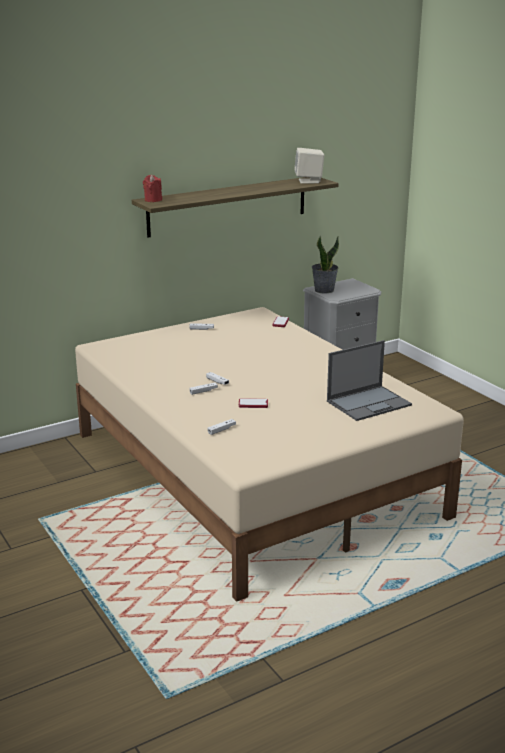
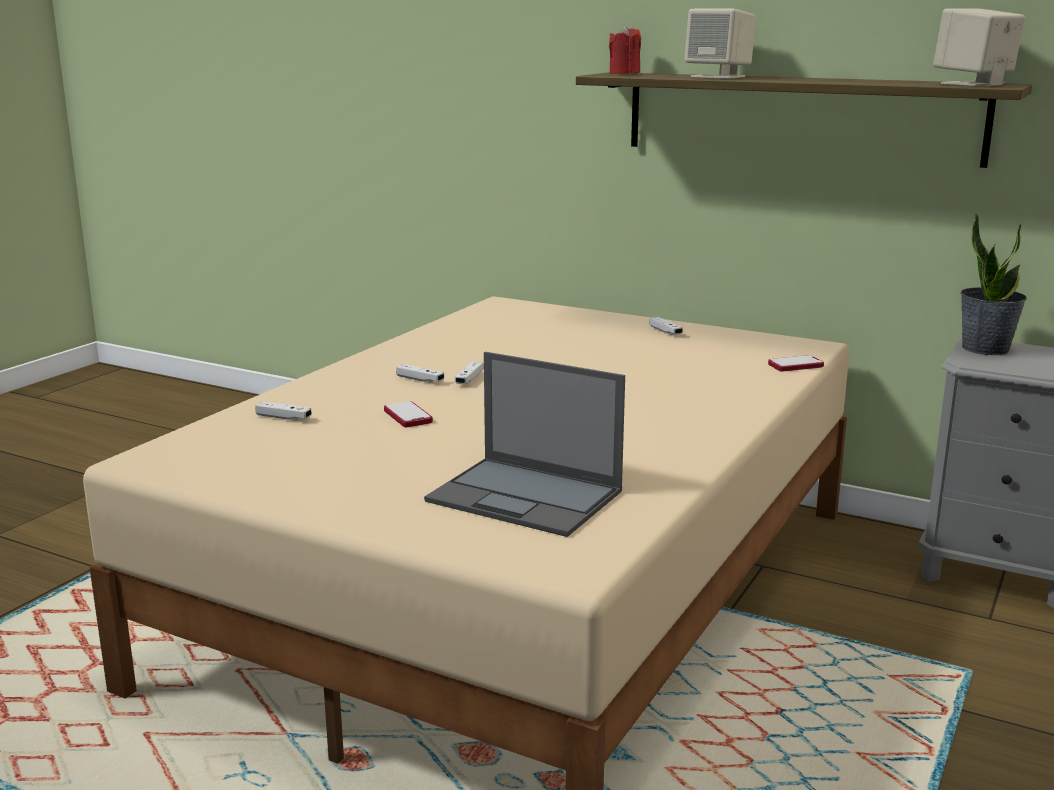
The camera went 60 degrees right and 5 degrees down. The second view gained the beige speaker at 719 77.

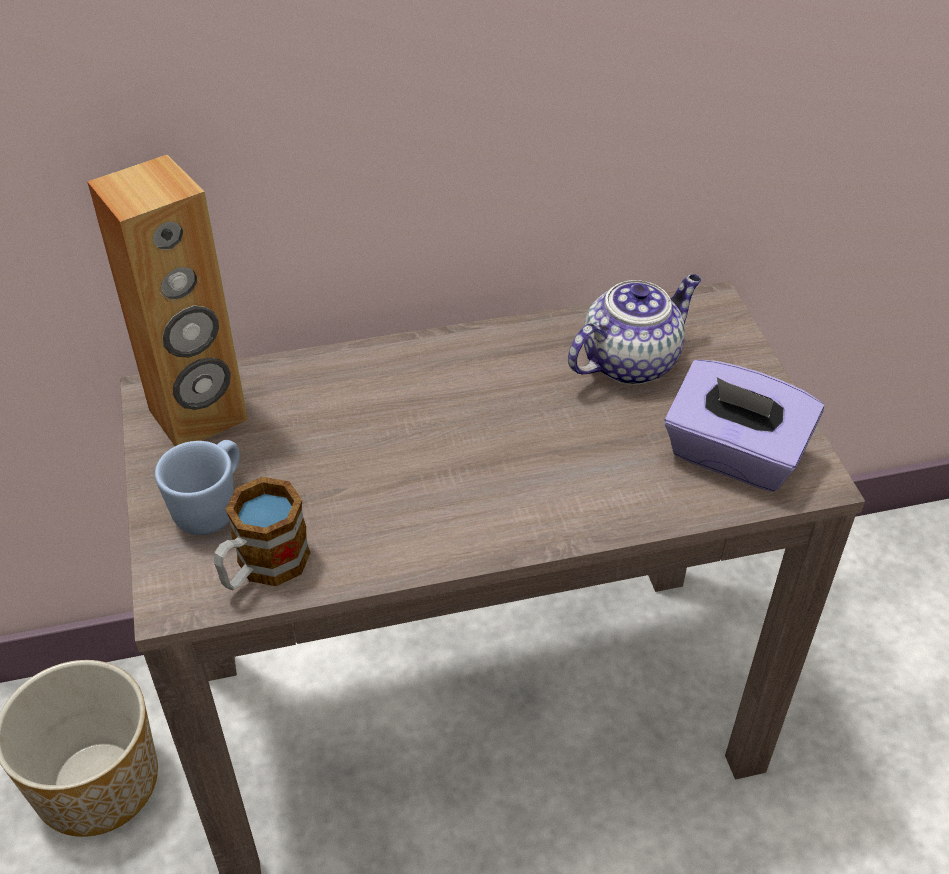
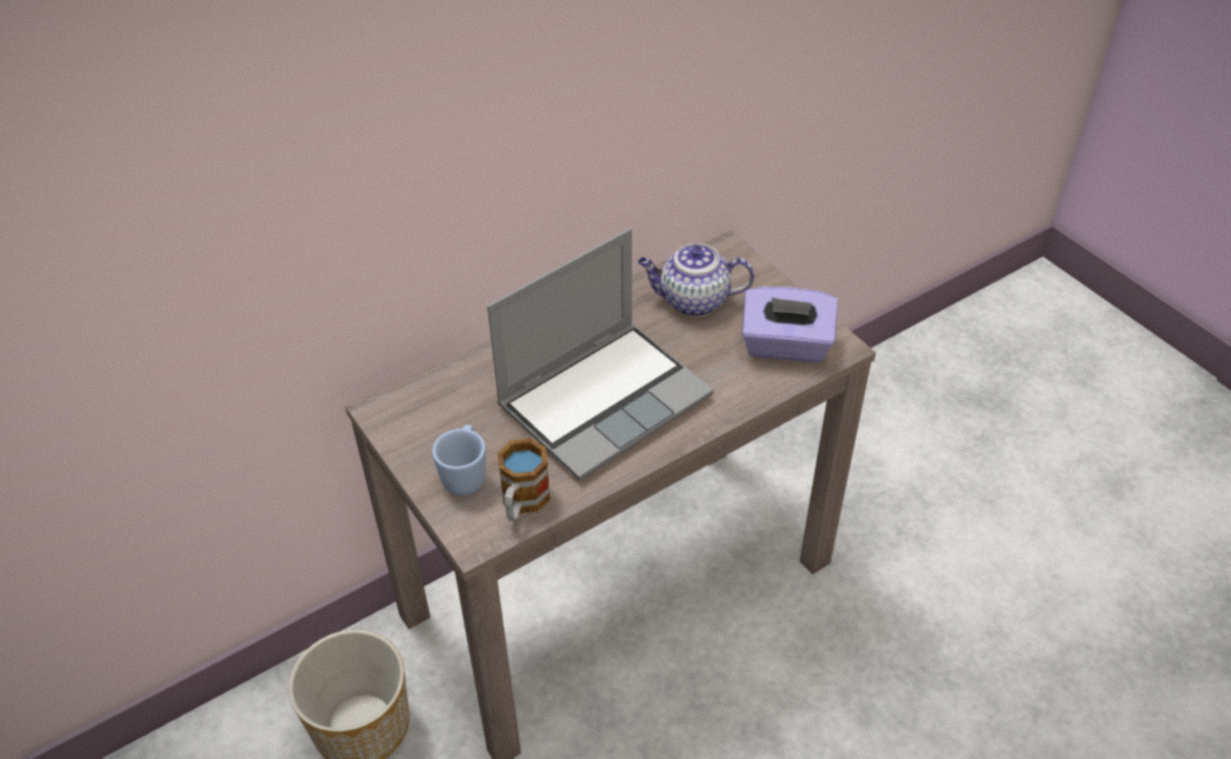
The camera went 20 degrees left and 0 degrees up. The second view lost the brown speaker at 199 416. The teapot at 631 361 ended up facing another way, 120 degrees counterclockwise from before. The second view gained the laptop at 605 399.

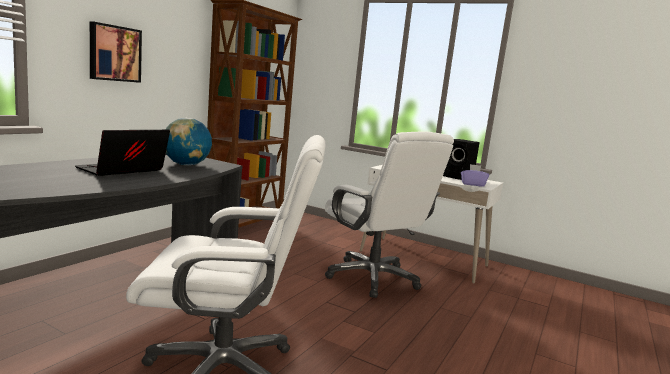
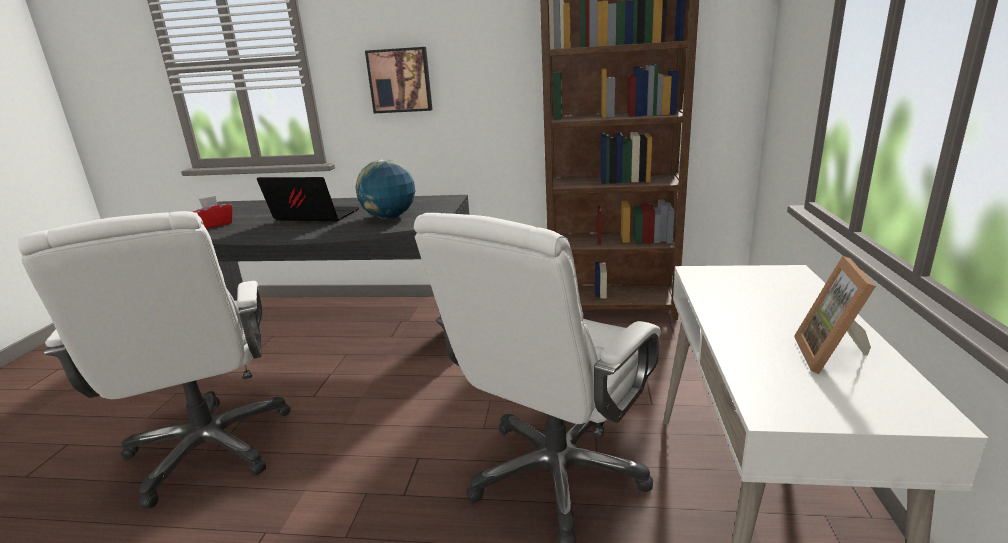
The camera went 70 degrees right and 10 degrees up. Where the black speaker stood at 459 177, the picture frame came to stand at 833 356. The second view lost the purple tissue box at 472 184. The second view gained the red tissue box at 214 225.

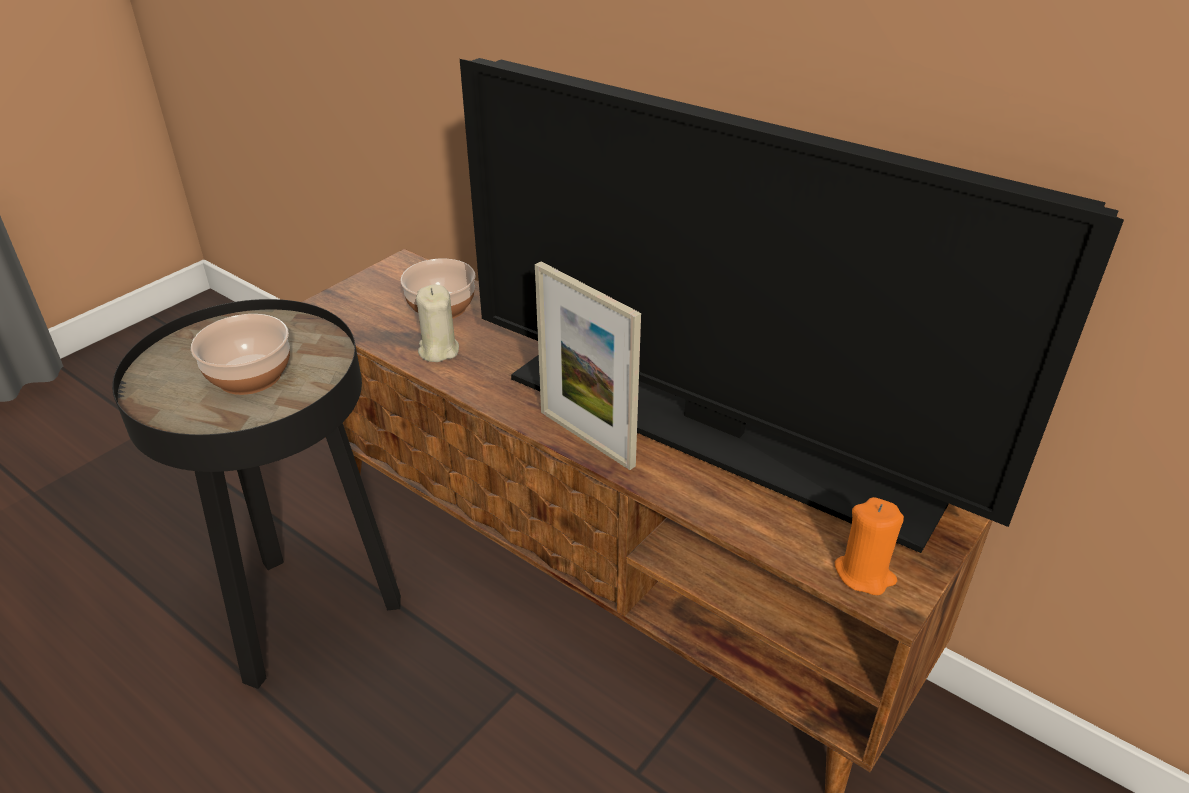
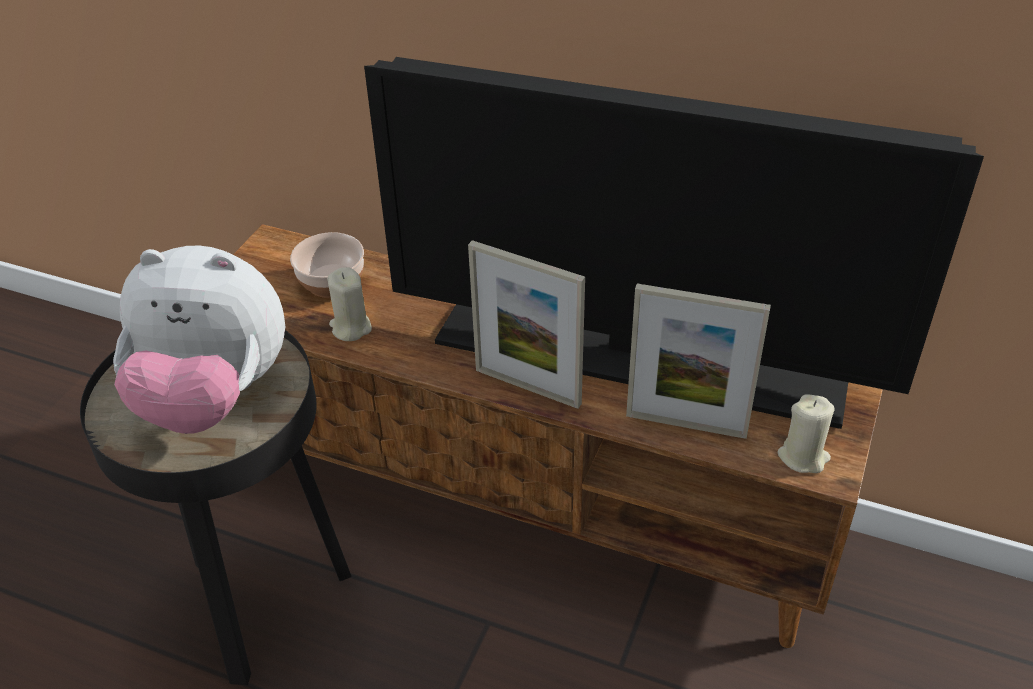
The camera went 15 degrees left and 5 degrees up. Where the bowl stood at 251 375, the plush toy came to stand at 214 398. What was the orange candle at 864 574 turned into the beige candle at 803 457. The second view gained the picture frame at 686 424.

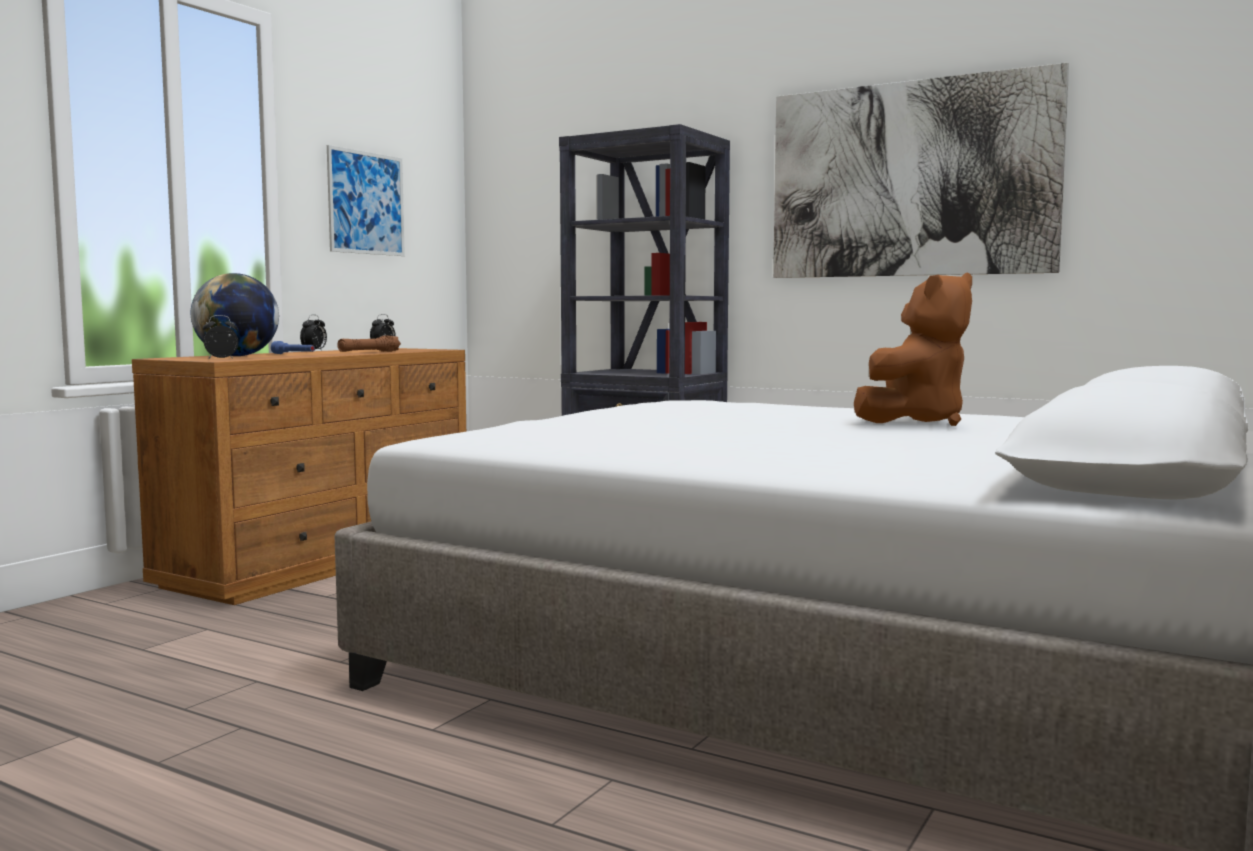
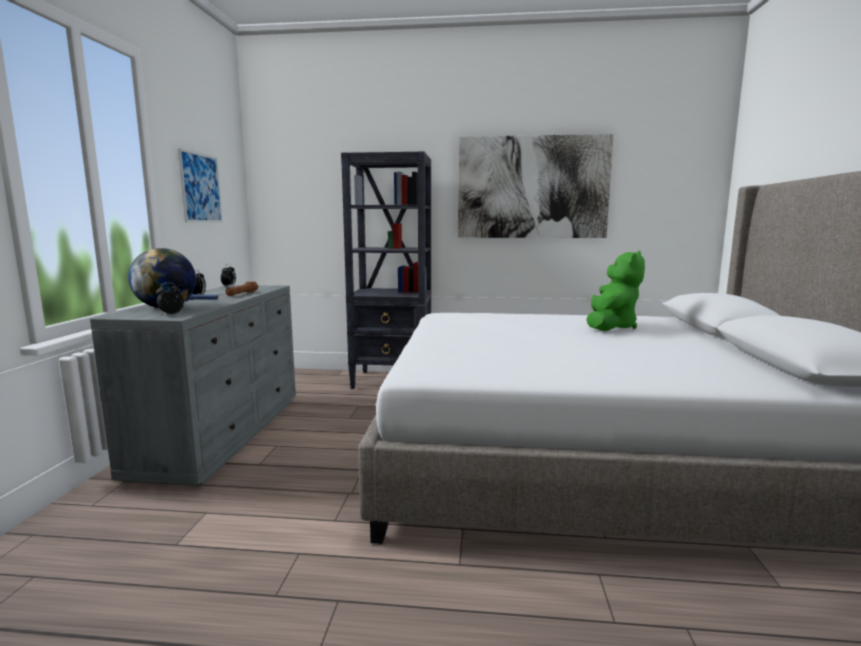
The camera went 25 degrees left and 5 degrees up. What was the brown dresser at 325 561 turned into the grey dresser at 223 433. What was the brown plush toy at 915 422 turned into the green plush toy at 610 327.

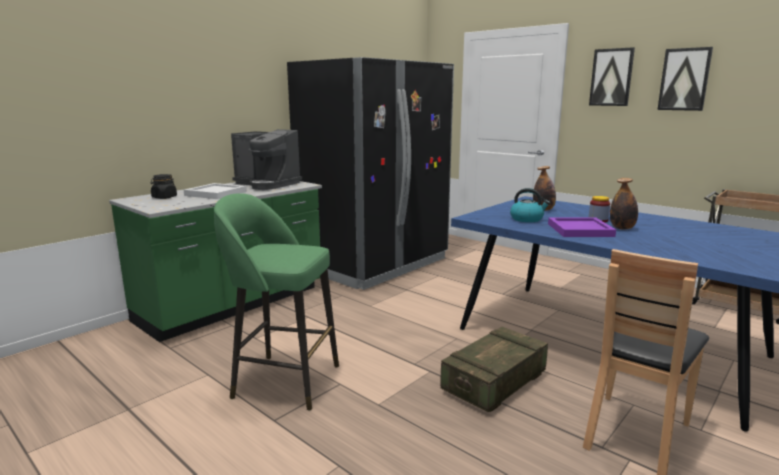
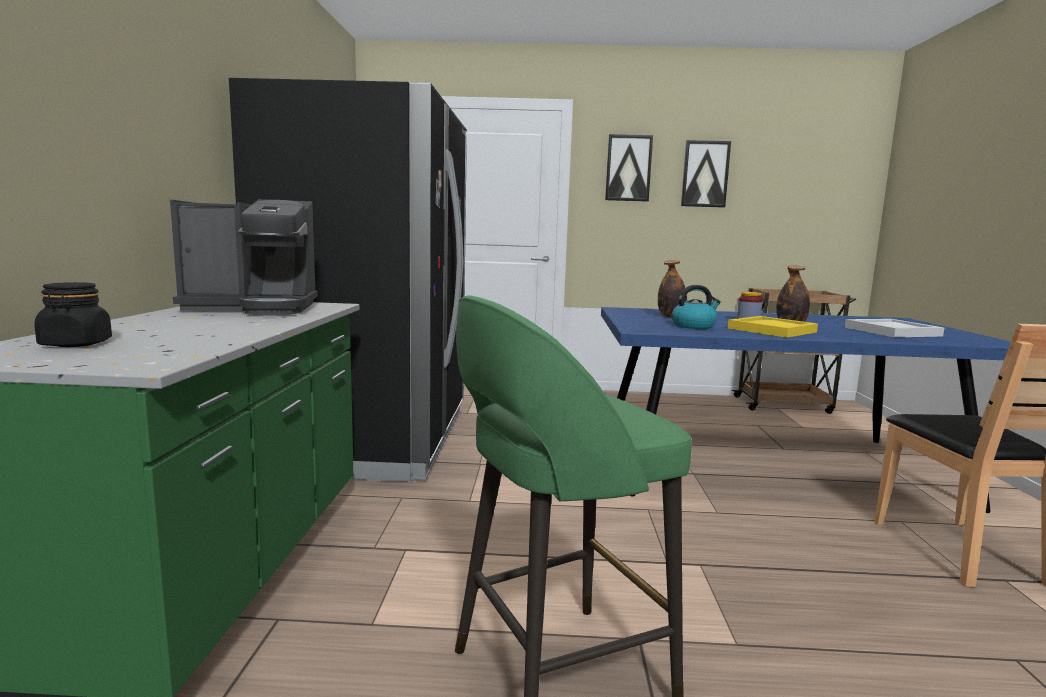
The camera went 40 degrees left and 5 degrees down. The white tray ended up elsewhere, having gone from 215 193 to 892 332. The second view lost the crate at 494 383. What was the purple tray at 580 230 turned into the yellow tray at 771 330.

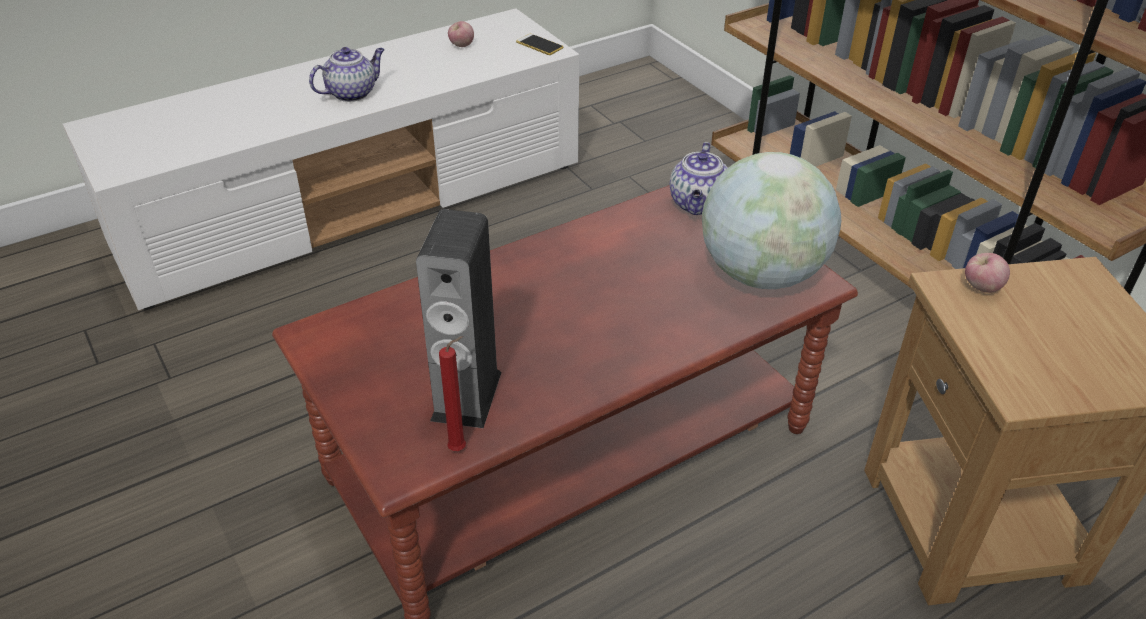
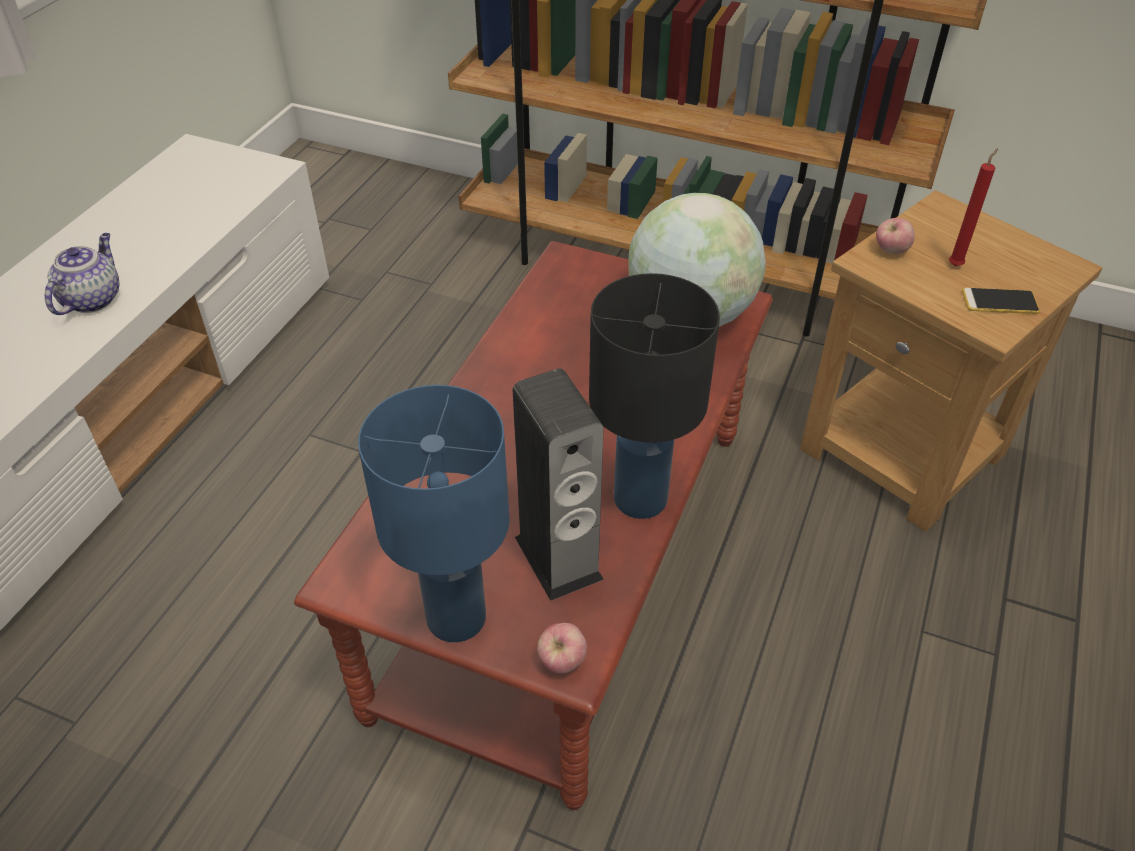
The camera went 35 degrees left and 5 degrees up. The red candle ended up elsewhere, having gone from 460 449 to 956 264. The apple ended up elsewhere, having gone from 461 46 to 562 661. The phone ended up elsewhere, having gone from 539 45 to 1000 302. The second view lost the teapot at 699 205. The second view gained the blue table lamp at 457 619. The second view gained the black table lamp at 641 499.

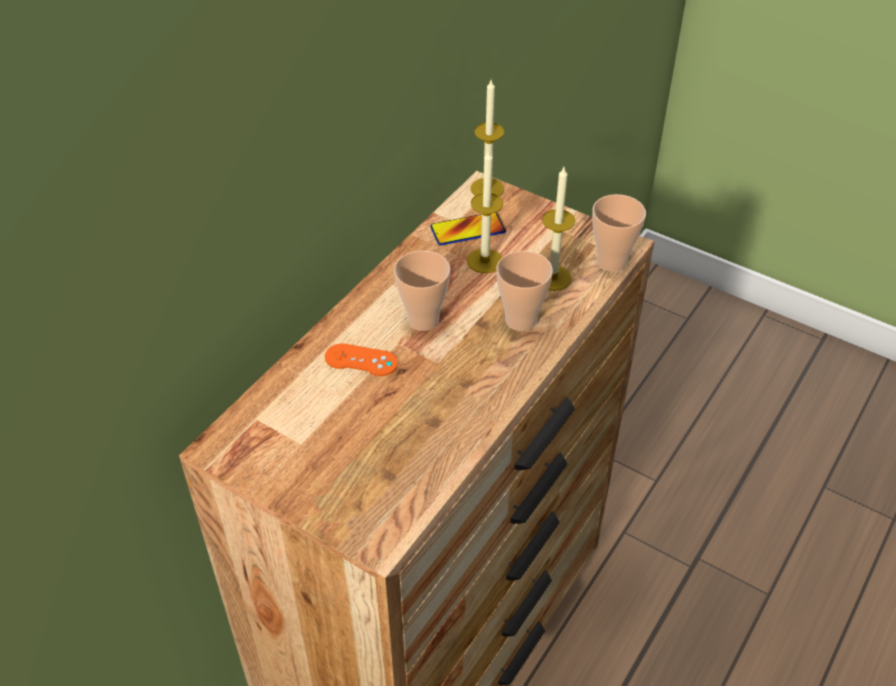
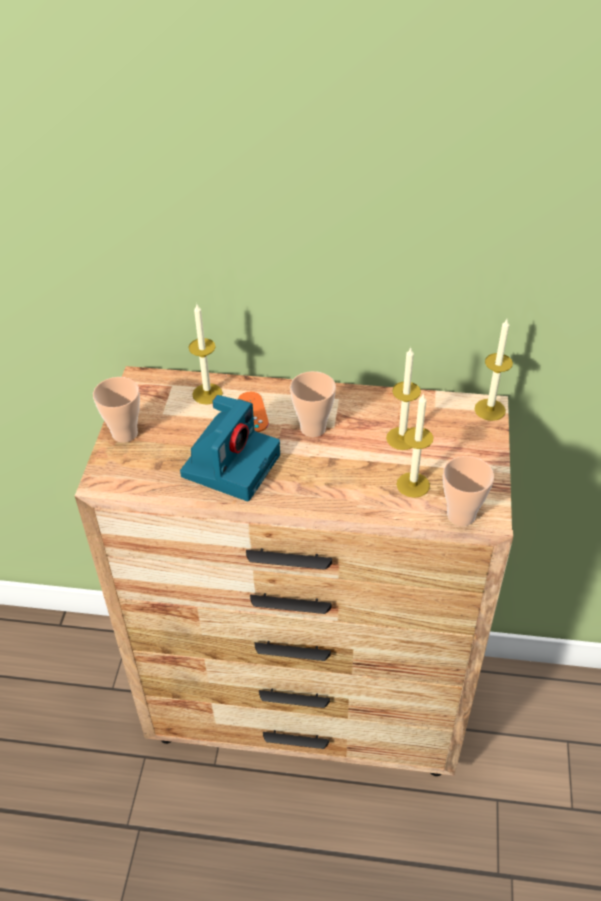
The camera went 65 degrees right and 0 degrees up. The second view lost the phone at 468 230. The cup ended up elsewhere, having gone from 520 320 to 125 433. The second view gained the photo camera at 231 464. The second view gained the candle at 207 394.

